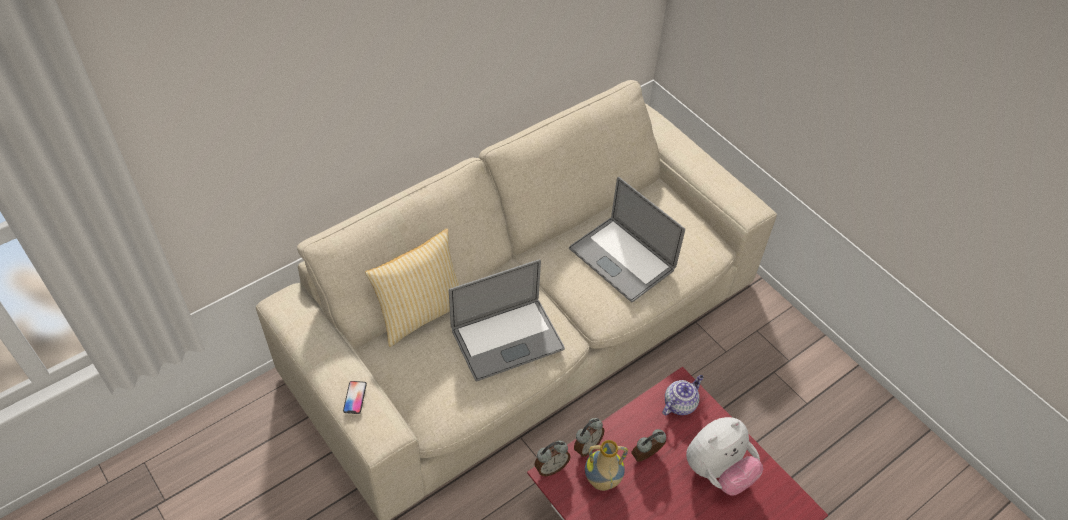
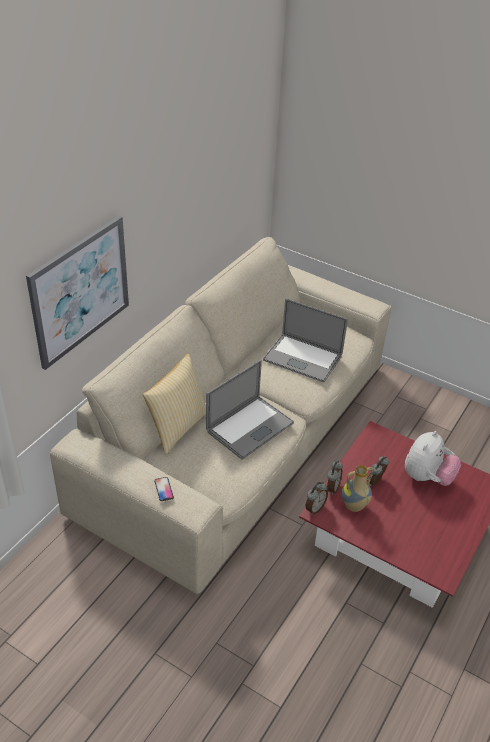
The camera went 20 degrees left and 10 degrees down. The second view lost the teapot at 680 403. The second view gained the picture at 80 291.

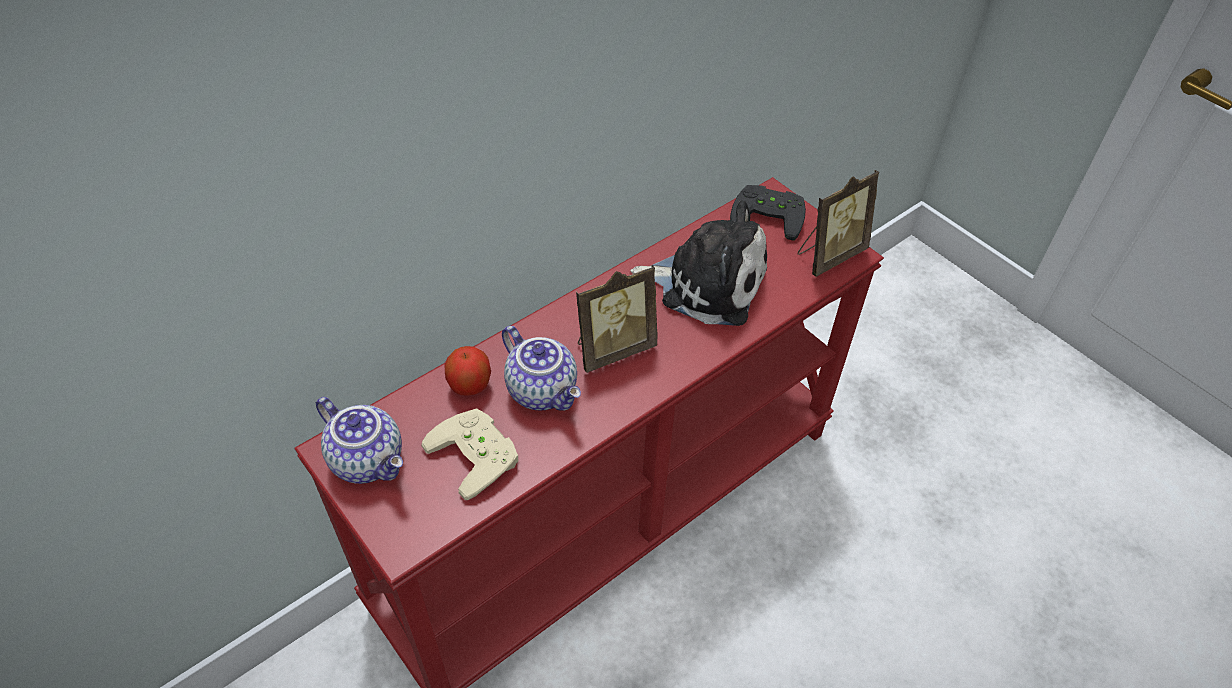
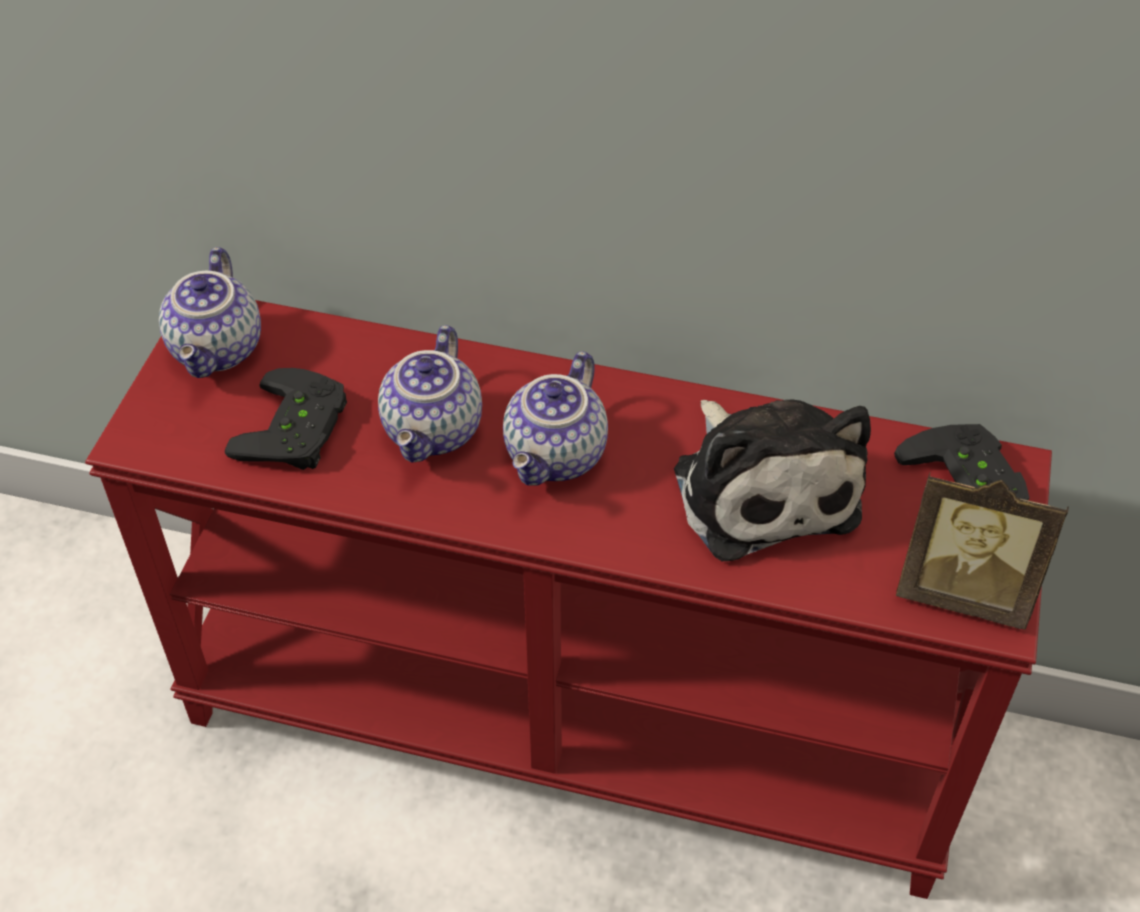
The camera went 55 degrees right and 0 degrees up. What was the beige game controller at 479 453 turned into the black game controller at 298 430. The second view lost the apple at 469 385. Where the picture frame stood at 613 348, the teapot came to stand at 557 457.

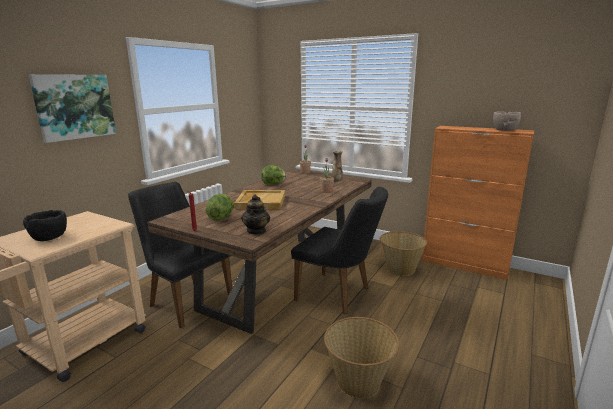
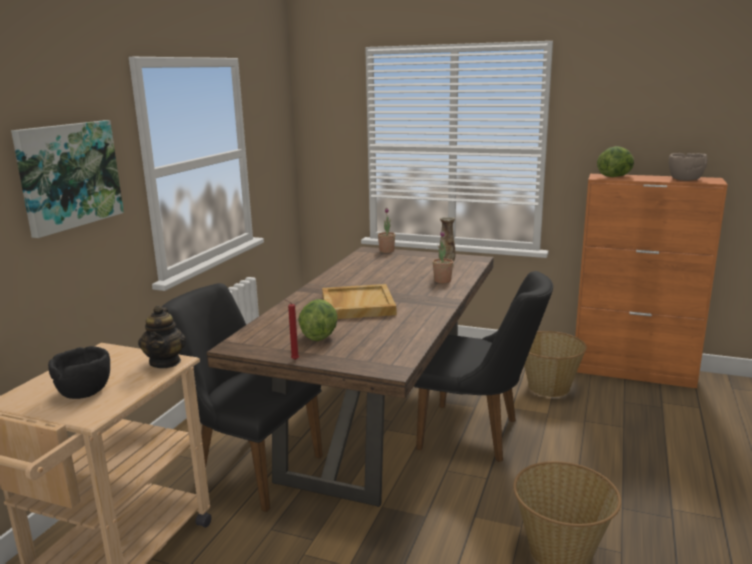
The camera went 10 degrees left and 0 degrees up. The teapot ended up elsewhere, having gone from 256 231 to 165 362. The lettuce ended up elsewhere, having gone from 273 184 to 615 176.

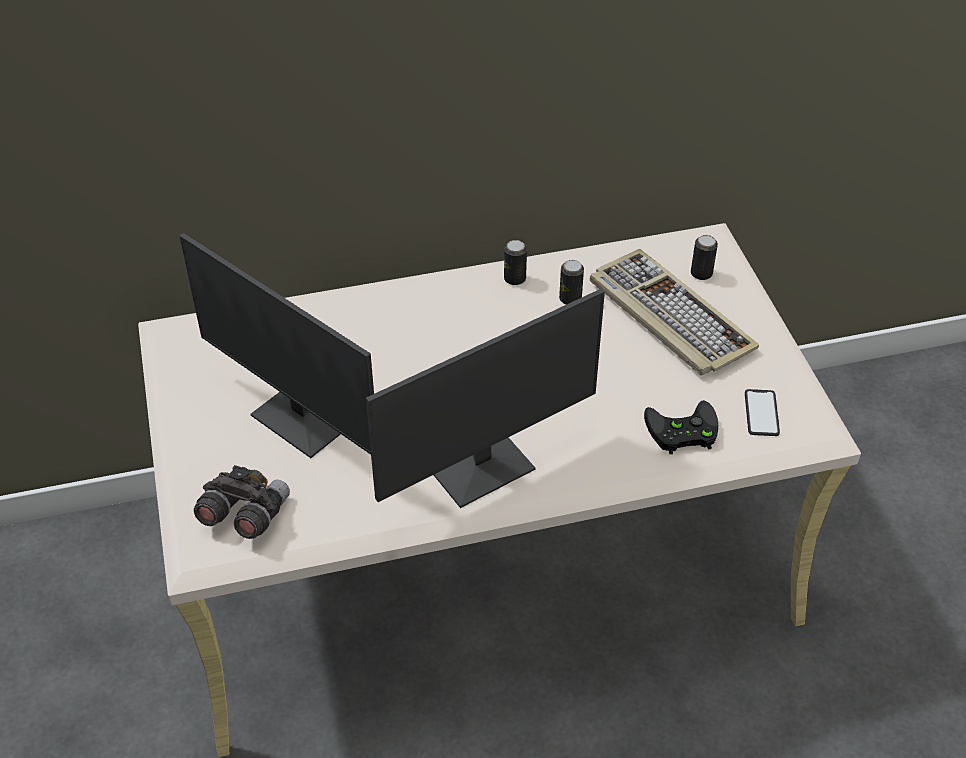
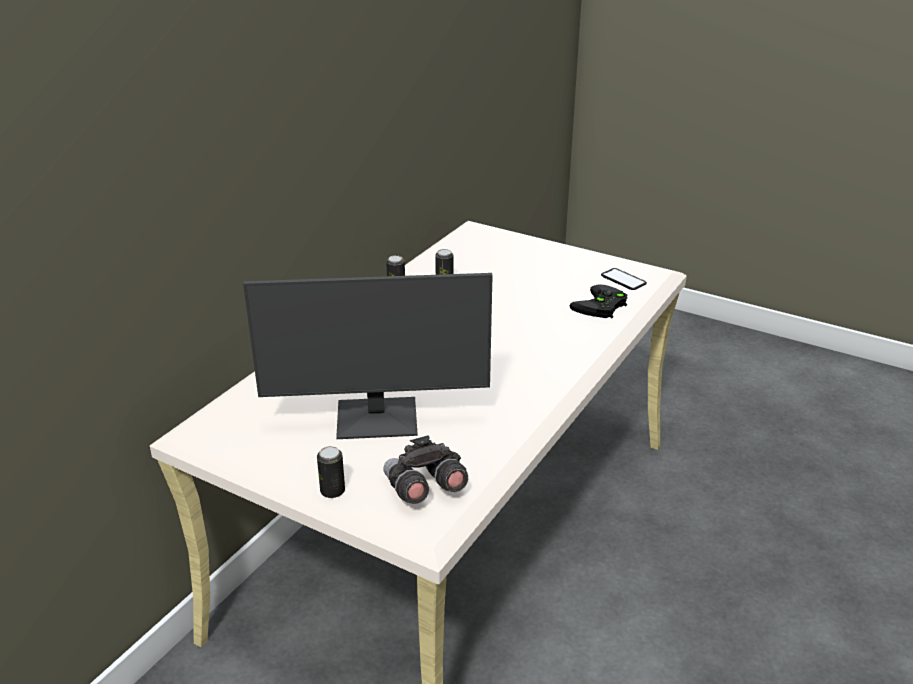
The camera went 45 degrees left and 15 degrees down. The second view lost the monitor at 480 467. The second view lost the keyboard at 667 316. The can ended up elsewhere, having gone from 701 274 to 332 491.

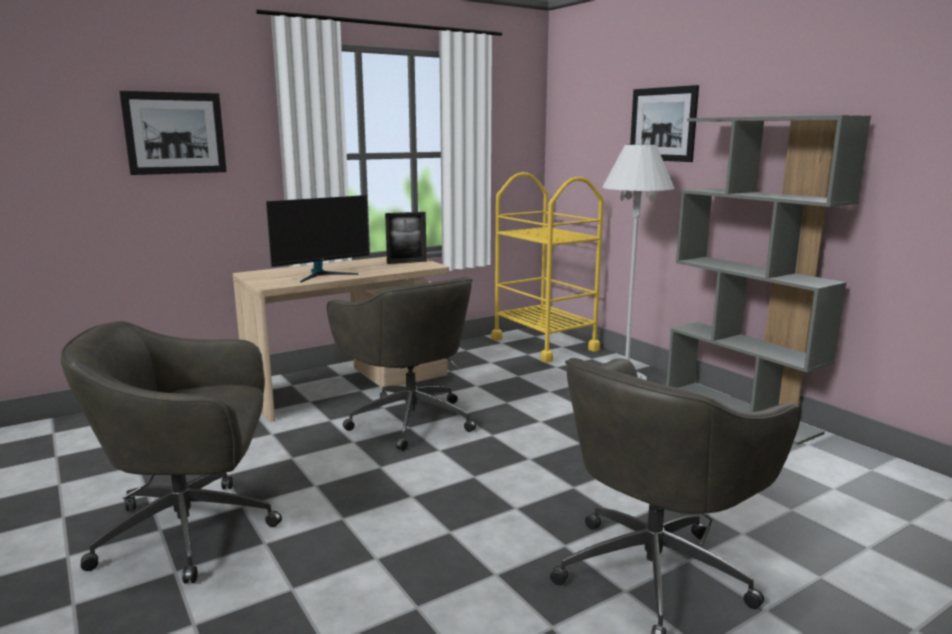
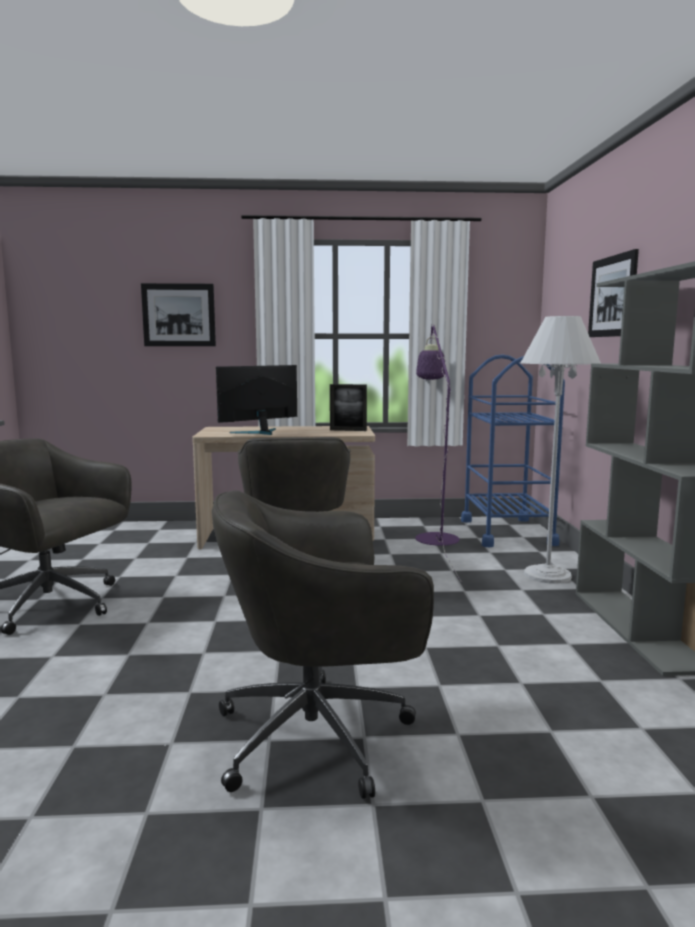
The camera went 30 degrees right and 5 degrees down. The monitor at 322 275 ended up facing another way, 150 degrees clockwise from before. What was the yellow cart at 544 344 turned into the blue cart at 507 532. The second view gained the purple floor lamp at 434 535.

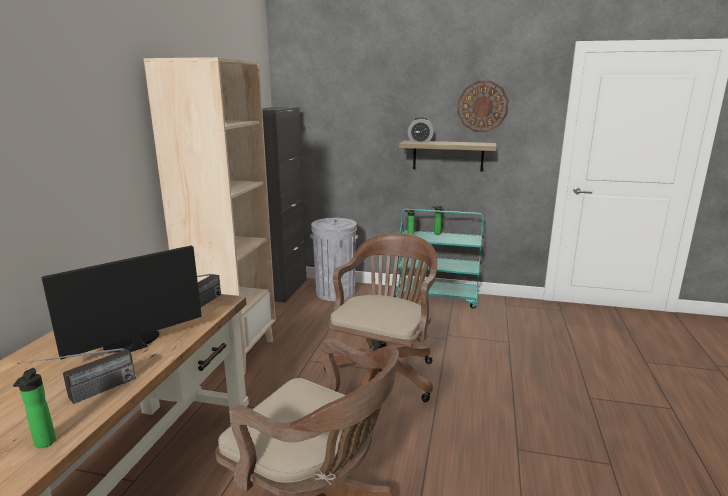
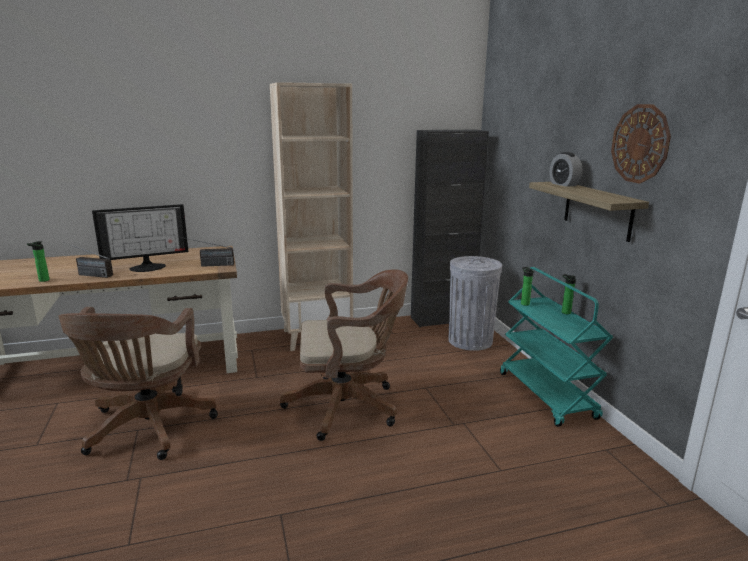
The camera went 60 degrees right and 0 degrees up. The monitor at 132 343 ended up facing another way, 135 degrees clockwise from before.

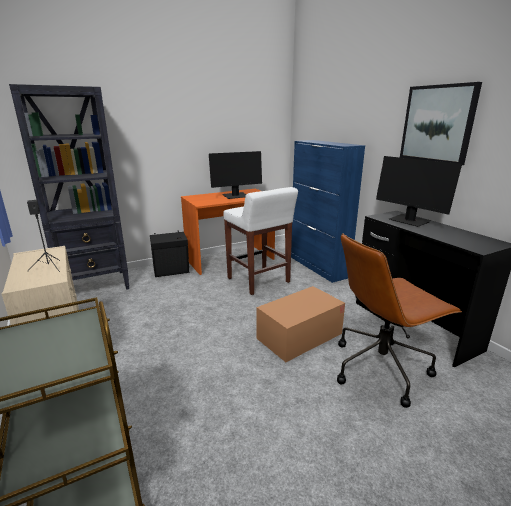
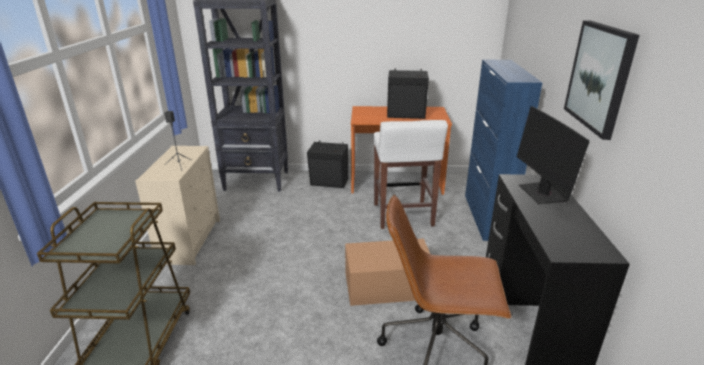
The camera went 30 degrees right and 5 degrees up. Where the monitor stood at 235 196, the black speaker came to stand at 406 115.

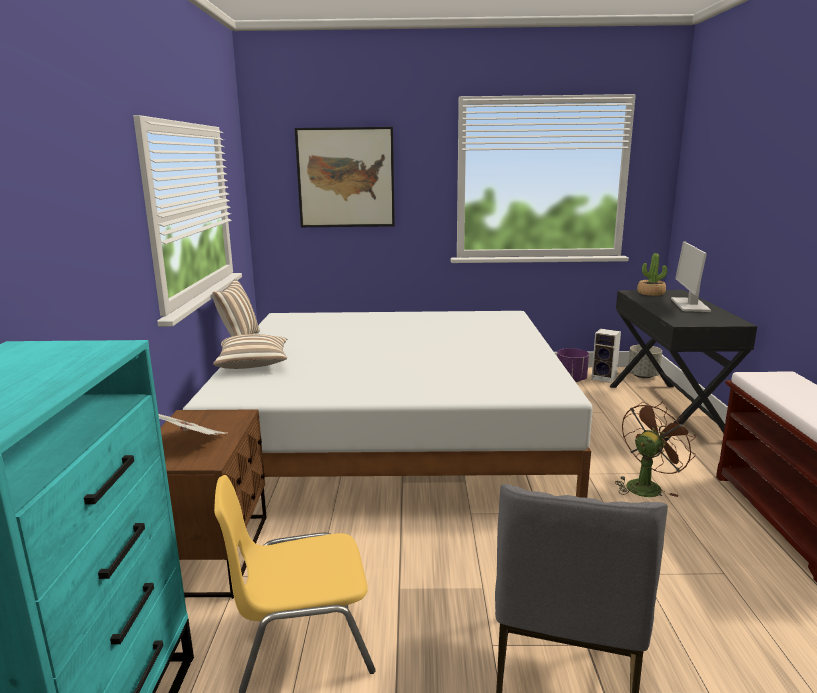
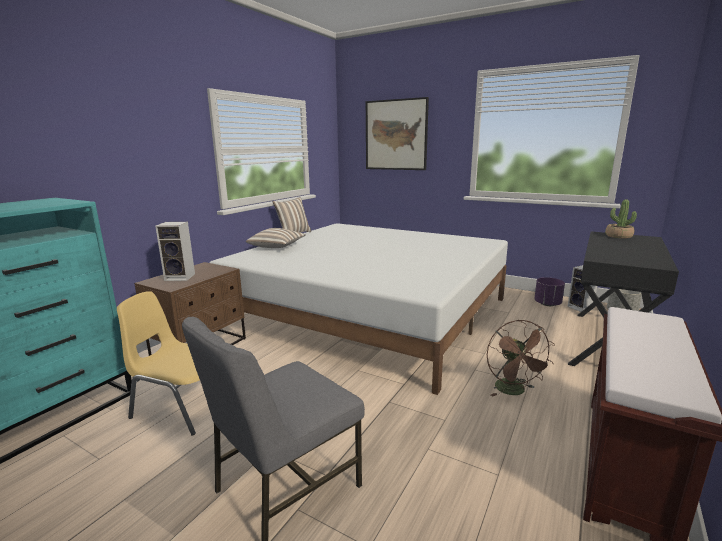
The camera went 30 degrees right and 0 degrees up. Where the newspaper stood at 190 442, the speaker came to stand at 181 277. The brown fan at 646 486 ended up facing another way, 90 degrees clockwise from before. The second view lost the monitor at 689 305.

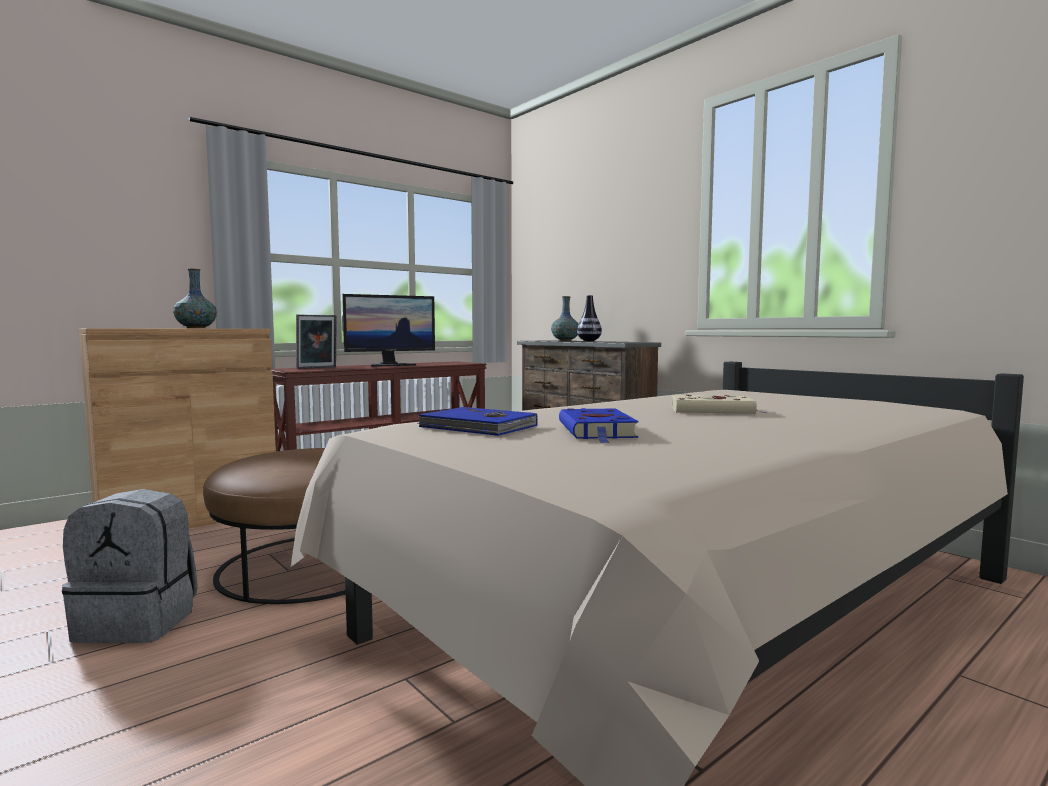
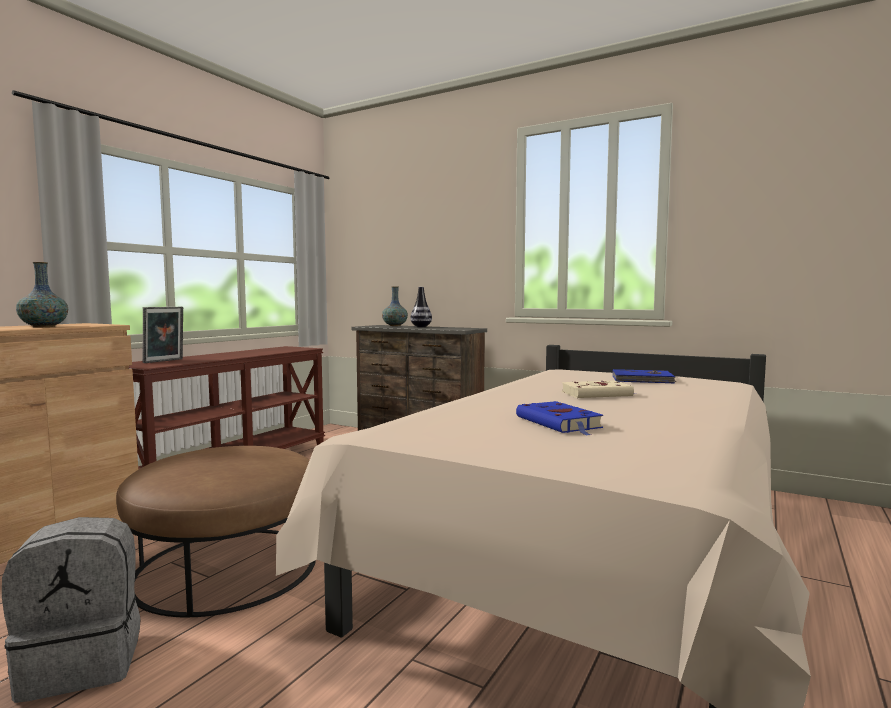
The camera went 20 degrees left and 0 degrees up. The second view lost the monitor at 390 365. The blue book ended up elsewhere, having gone from 478 427 to 643 380.

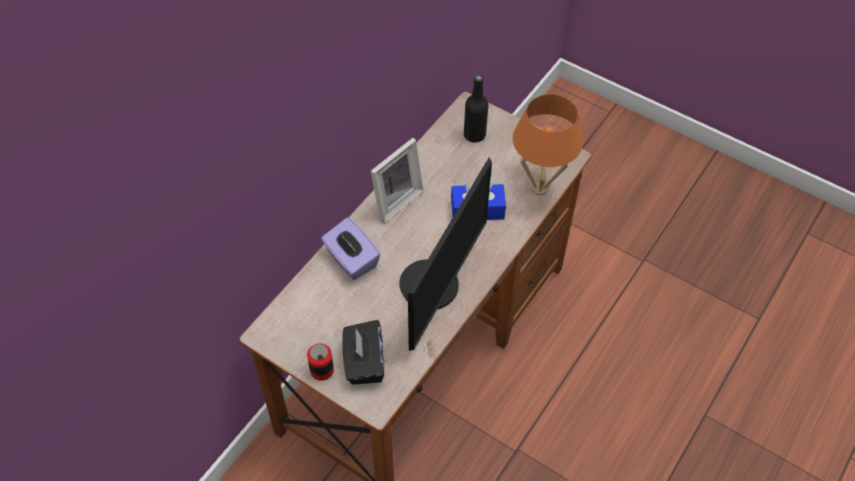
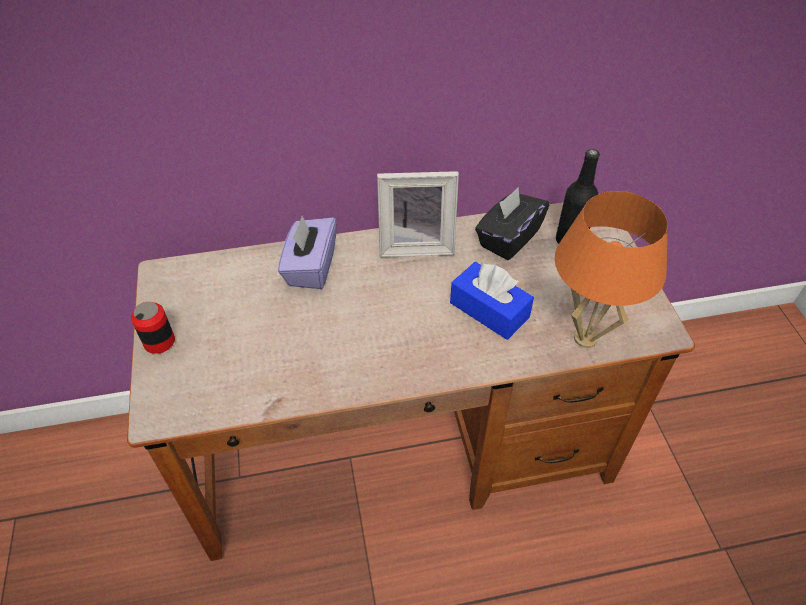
The camera went 45 degrees right and 5 degrees down. The black tissue box ended up elsewhere, having gone from 364 363 to 508 238. The second view lost the monitor at 436 287.

